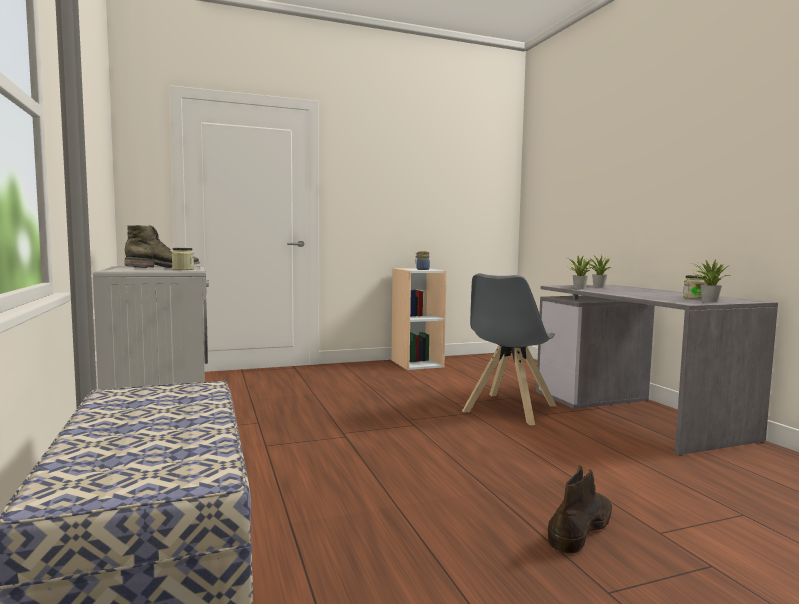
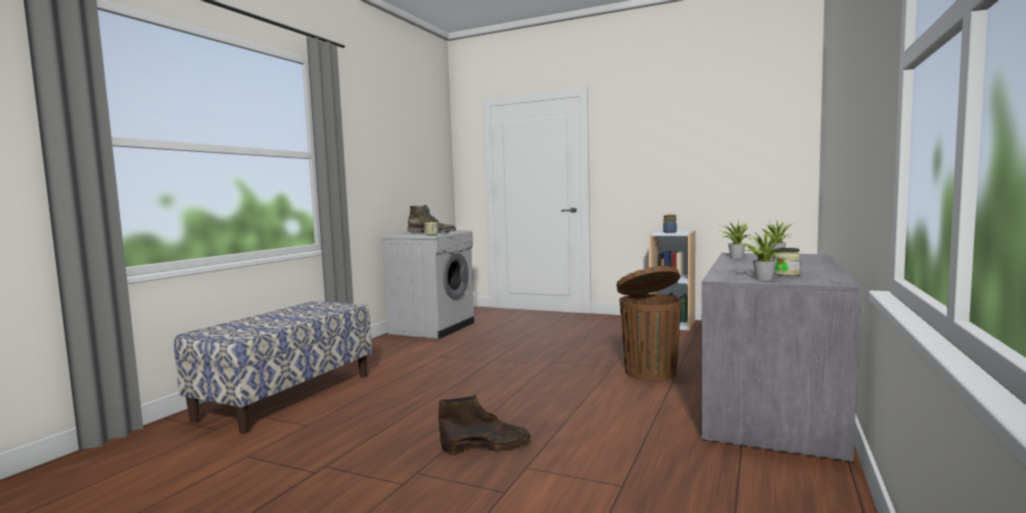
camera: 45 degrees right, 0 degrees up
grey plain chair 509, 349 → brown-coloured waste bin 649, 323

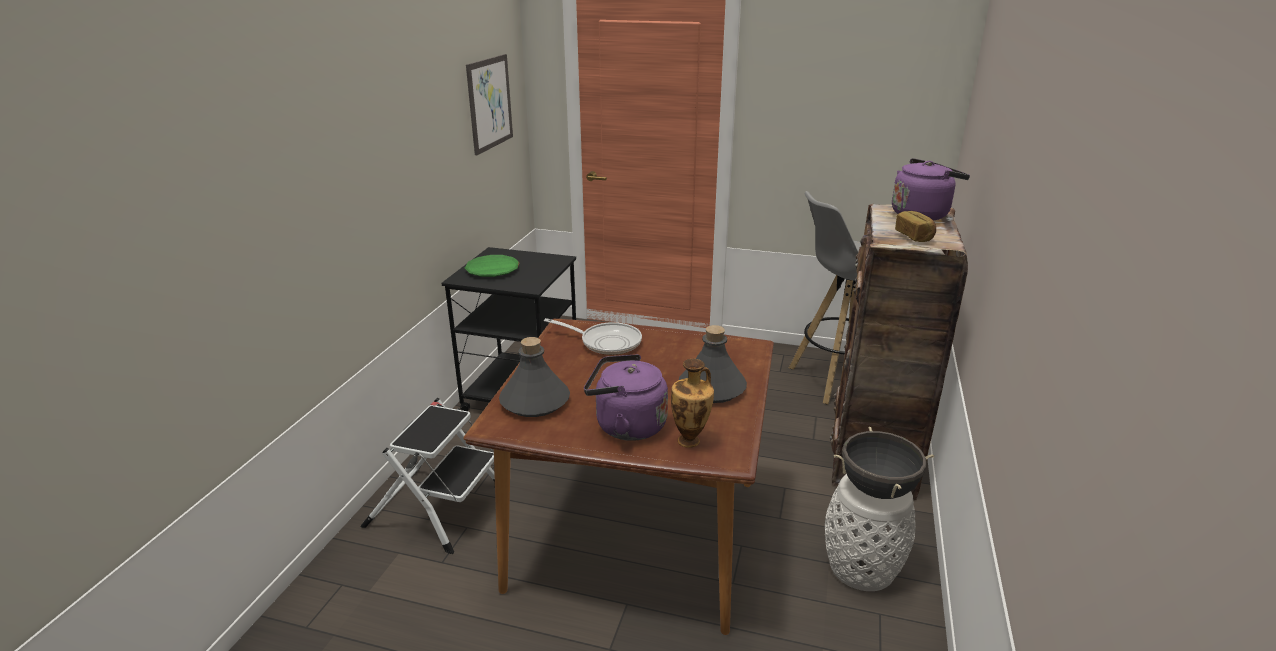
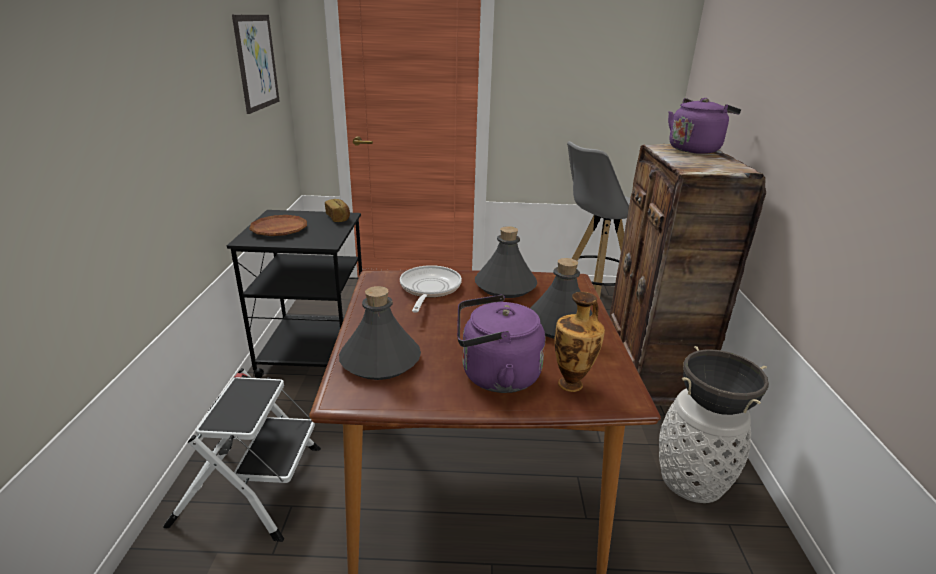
camera: 15 degrees left, 0 degrees up
baked bread 915, 226 → baked bread 337, 210, move
green plate 492, 266 → brown-coloured plate 278, 225
skillet 593, 336 → skillet 431, 289, 90 degrees counterclockwise
- → grey drink bottle 506, 262

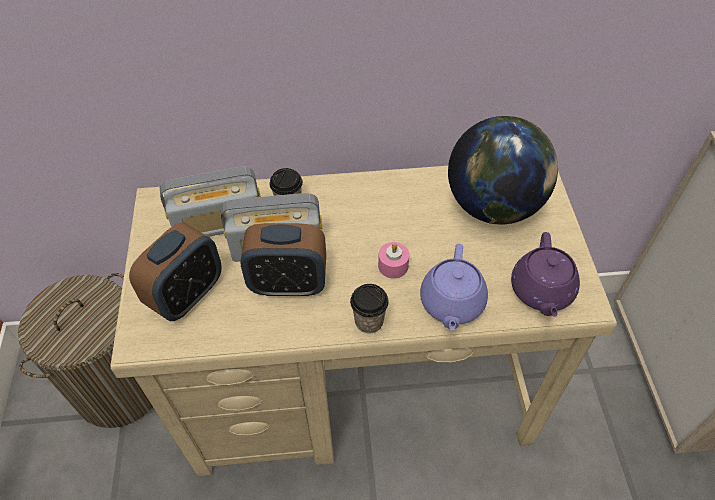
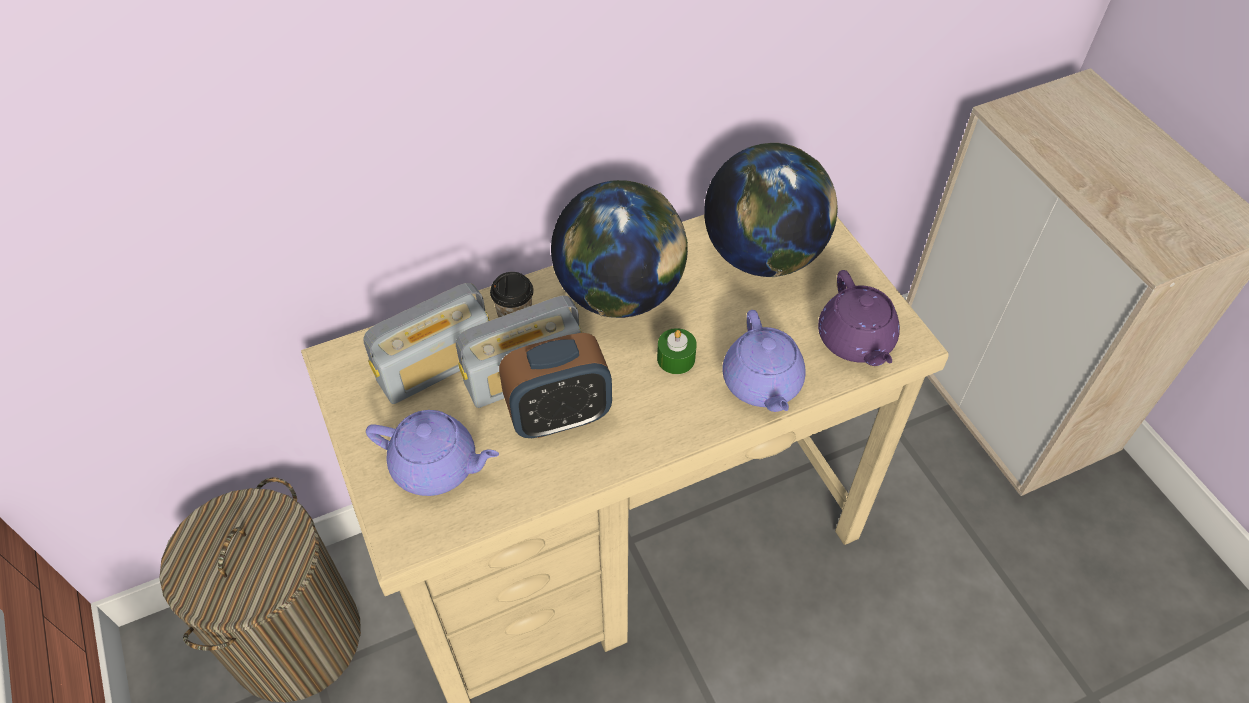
camera: 20 degrees left, 0 degrees up
alarm clock 175, 271 → purplish pot for tea 432, 453
pink-coloured wax light 393, 260 → green wax light 677, 351
drinking cup 369, 309 → -
- → desk globe 619, 249

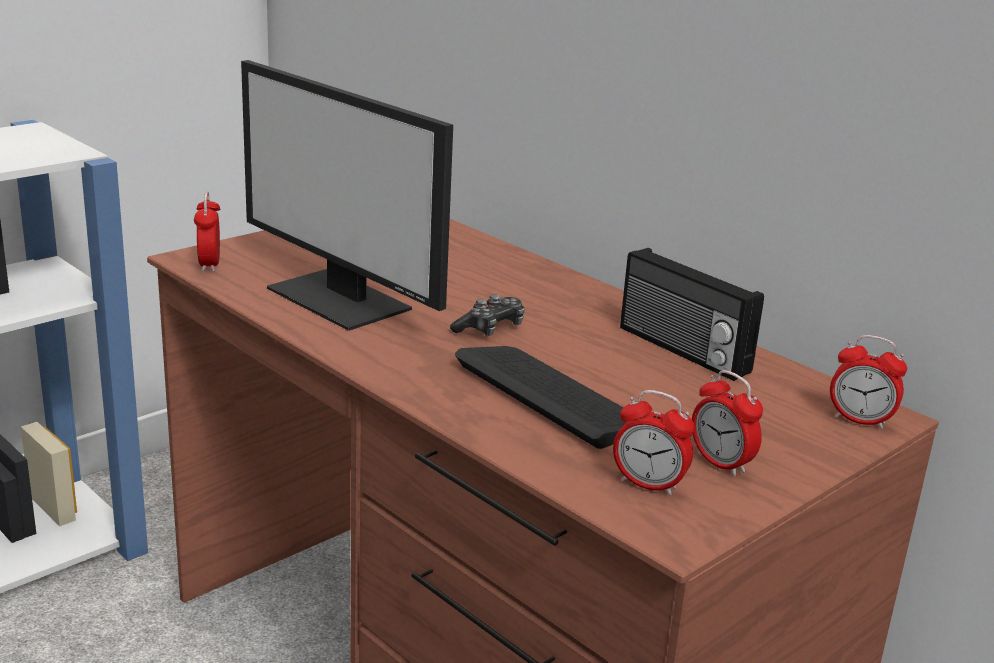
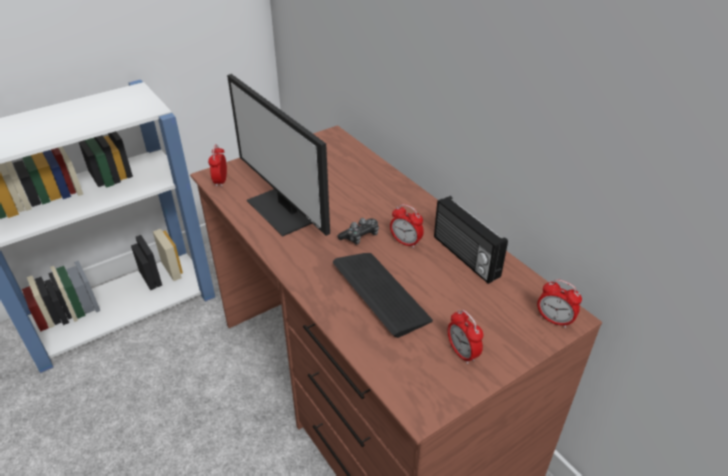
camera: 10 degrees right, 15 degrees up
alarm clock 653, 442 → alarm clock 407, 226, move

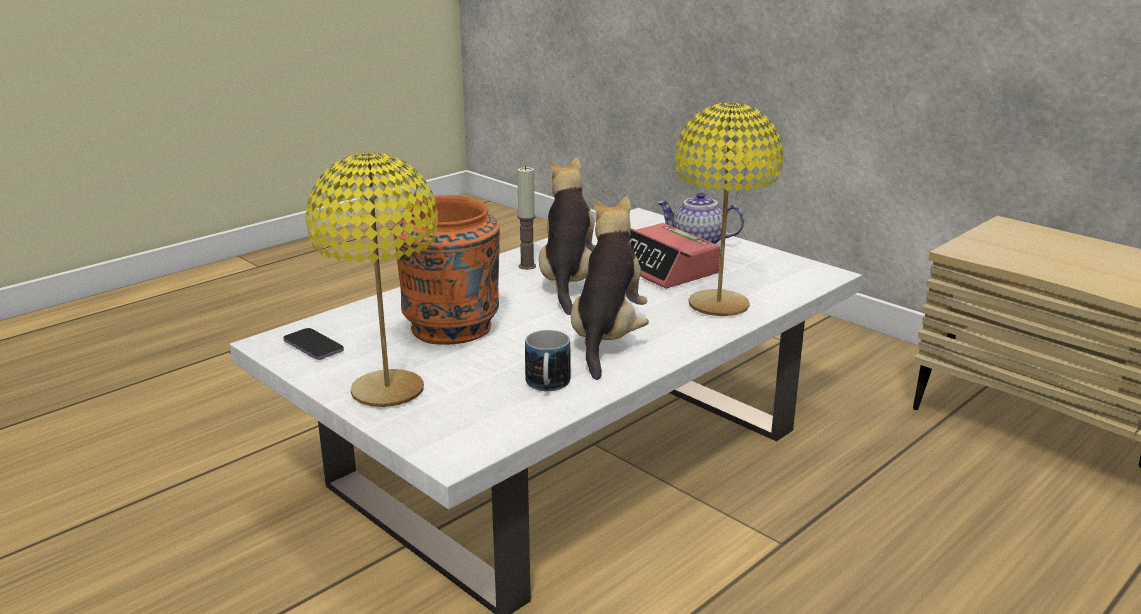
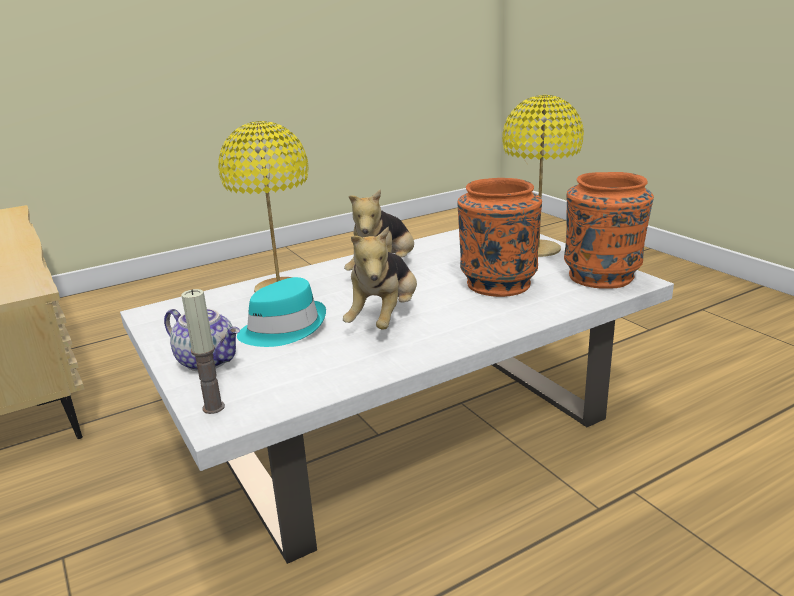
camera: 165 degrees left, 0 degrees up
wax light 526, 218 → wax light 203, 351, move
alarm clock 674, 255 → blue-green clothing hat 281, 312
telephone 313, 344 → orange vase 609, 230
mug 548, 360 → -

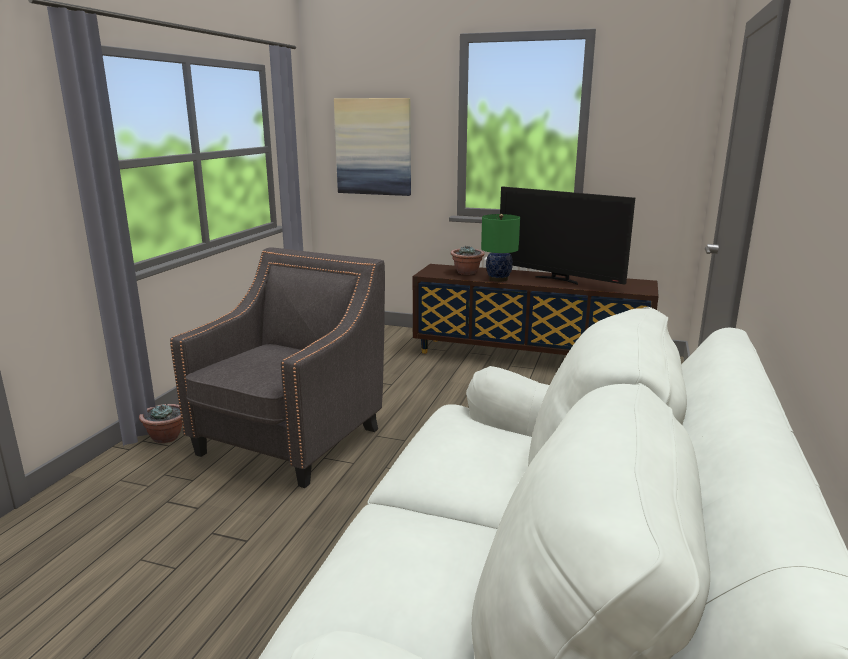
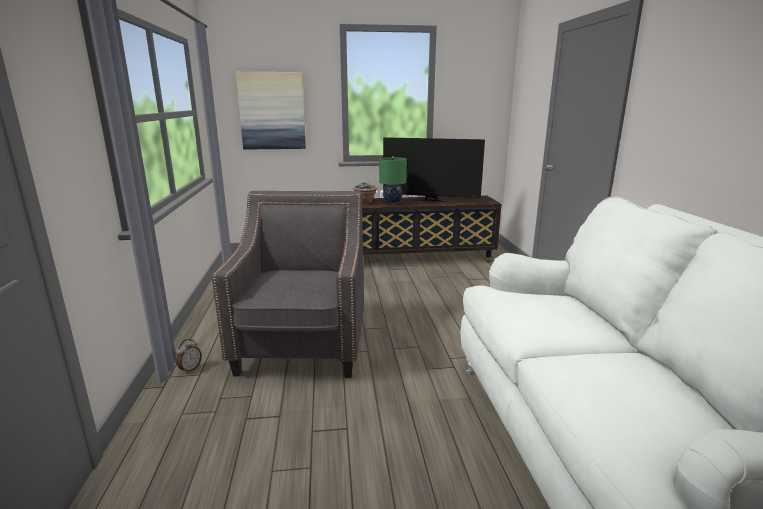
camera: 25 degrees left, 0 degrees up
houseplant 160, 423 → alarm clock 189, 356

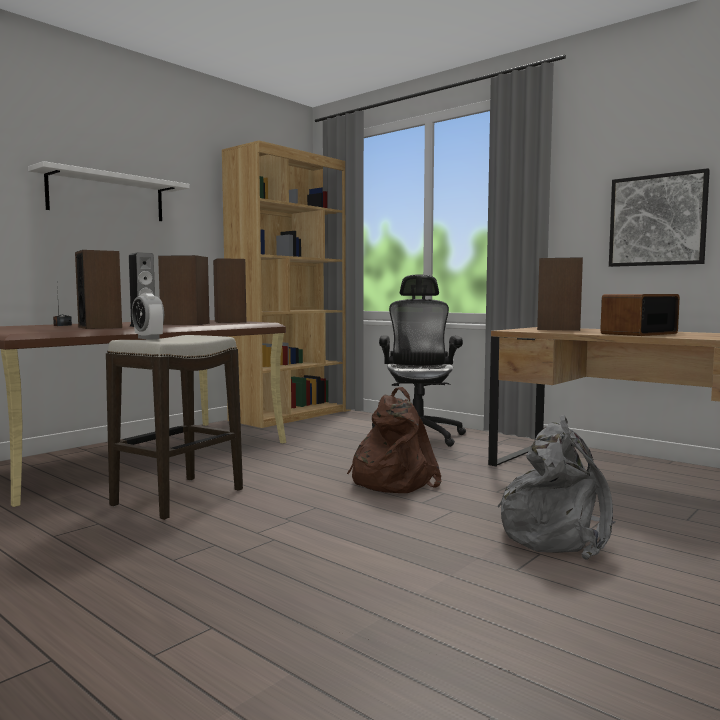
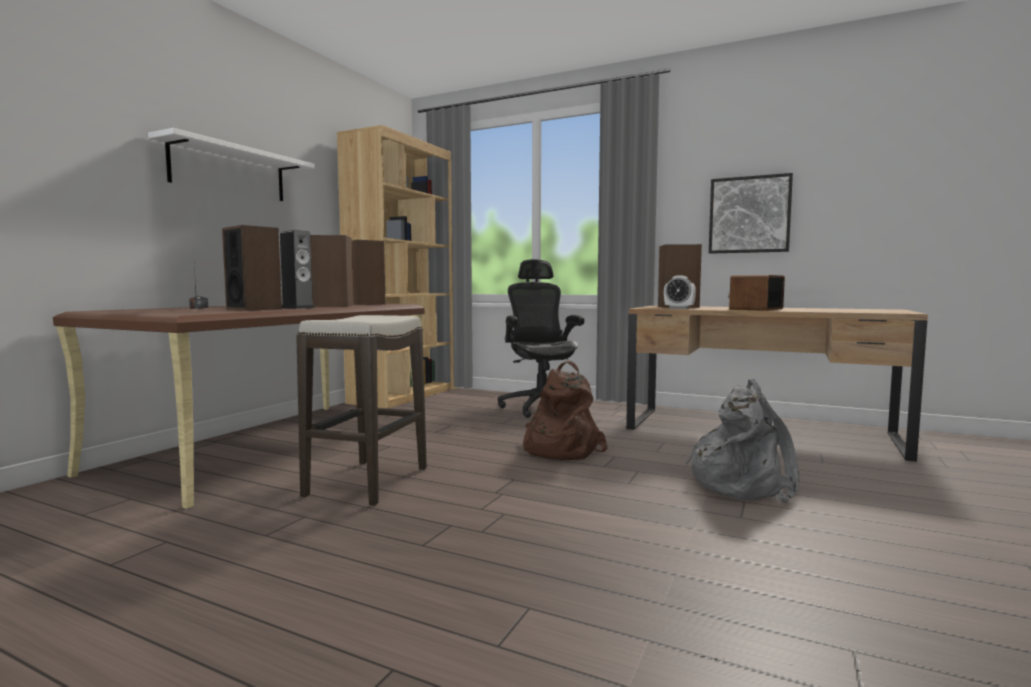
camera: 15 degrees left, 0 degrees up
alarm clock 148, 316 → alarm clock 680, 292, move

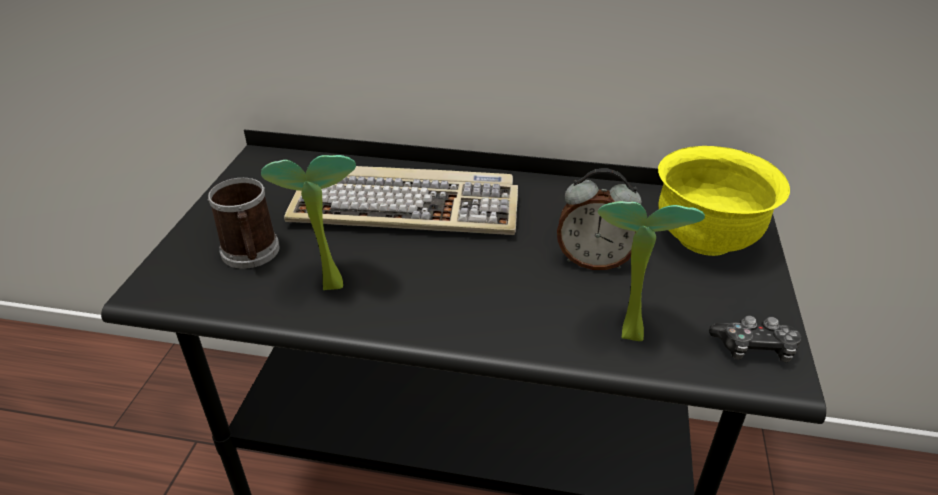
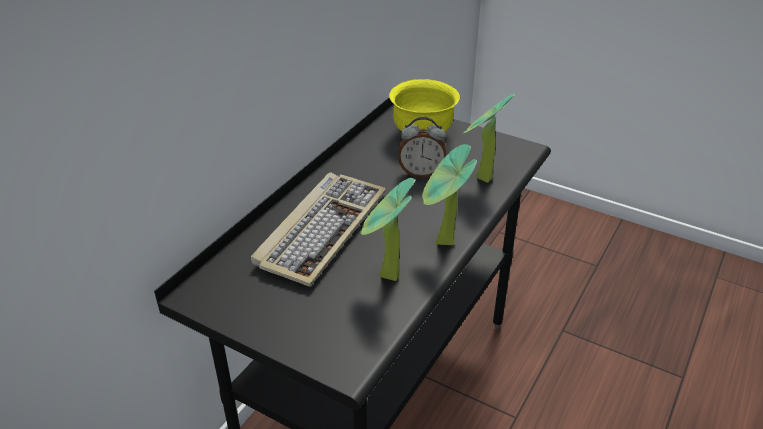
camera: 70 degrees left, 0 degrees up
alarm clock 599, 219 → alarm clock 422, 147, 60 degrees clockwise
mug 243, 223 → -
gamepad 755, 338 → -
- → houseplant 449, 194

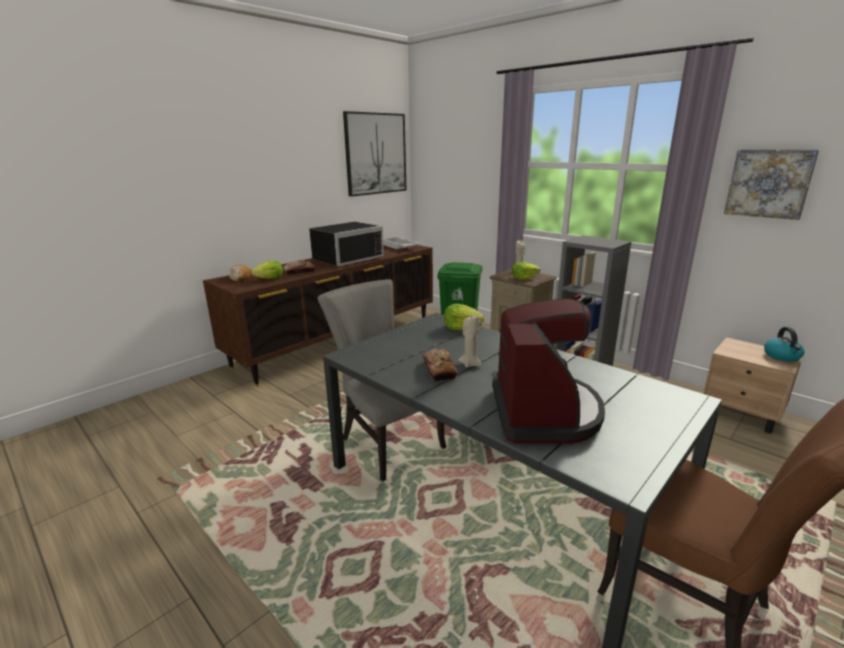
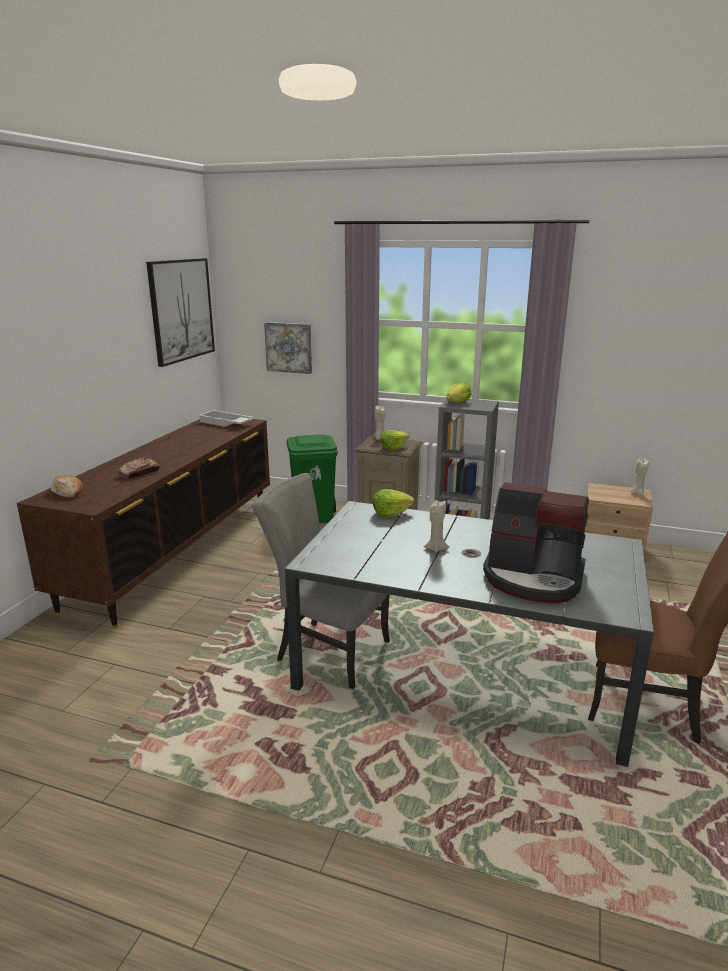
camera: 25 degrees left, 0 degrees up
wall art 771, 185 → wall art 288, 348, move
black-coloured kitchen microwave 346, 244 → -
lettuce 267, 270 → lettuce 458, 392, move
coffee machine 548, 371 → coffee machine 536, 542, 135 degrees clockwise
kettle 784, 344 → beige wax light 640, 477
baked bread 440, 364 → -

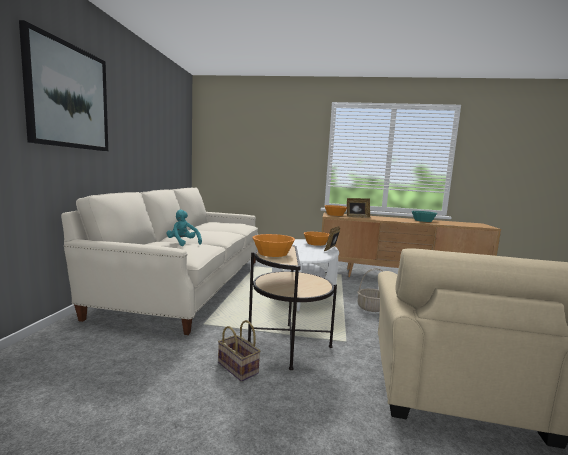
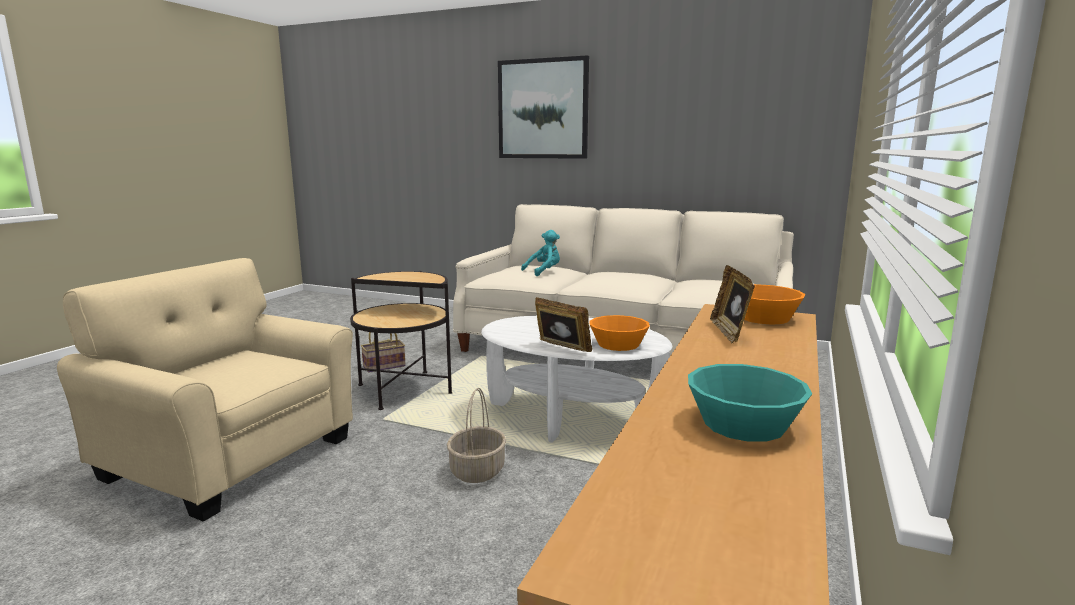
camera: 105 degrees right, 5 degrees up
orange serving bowl 273, 245 → -

